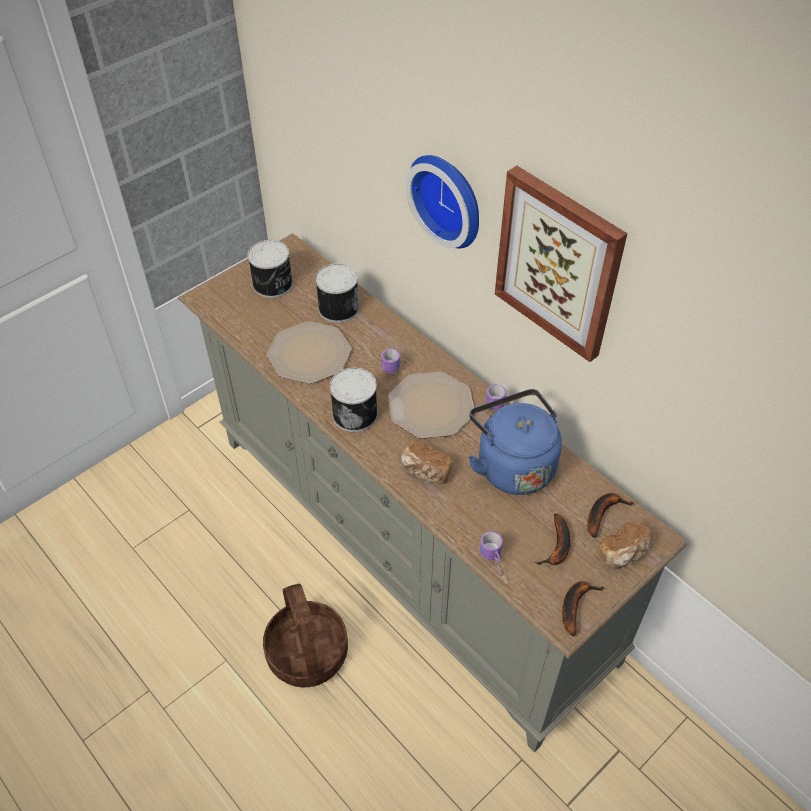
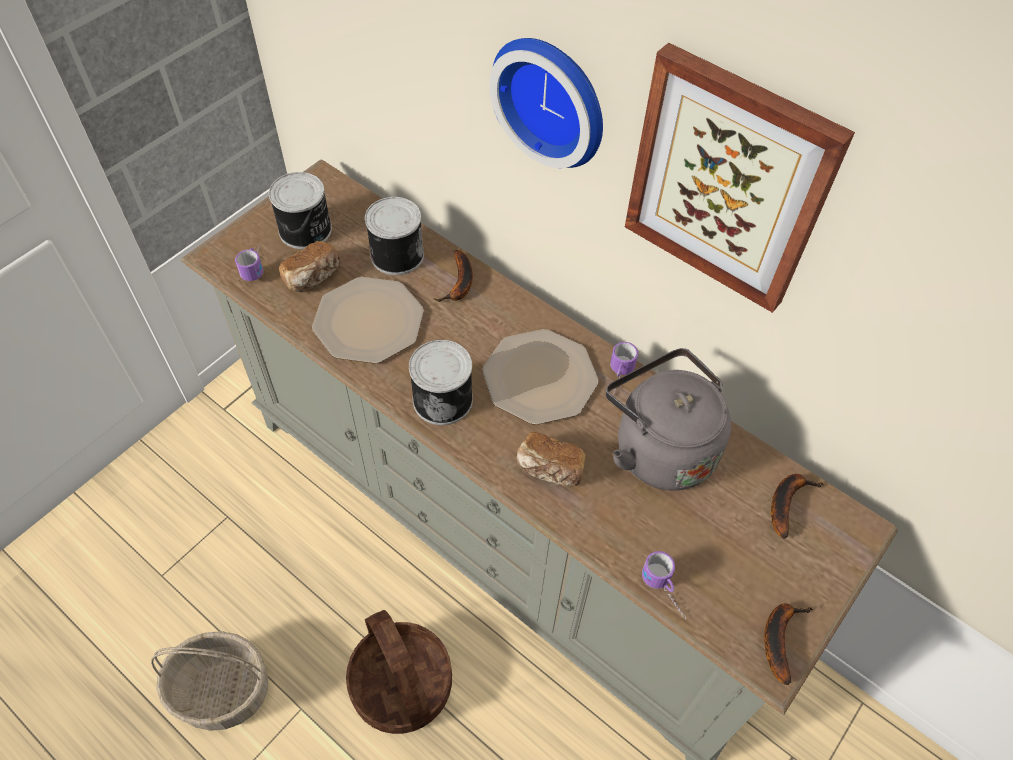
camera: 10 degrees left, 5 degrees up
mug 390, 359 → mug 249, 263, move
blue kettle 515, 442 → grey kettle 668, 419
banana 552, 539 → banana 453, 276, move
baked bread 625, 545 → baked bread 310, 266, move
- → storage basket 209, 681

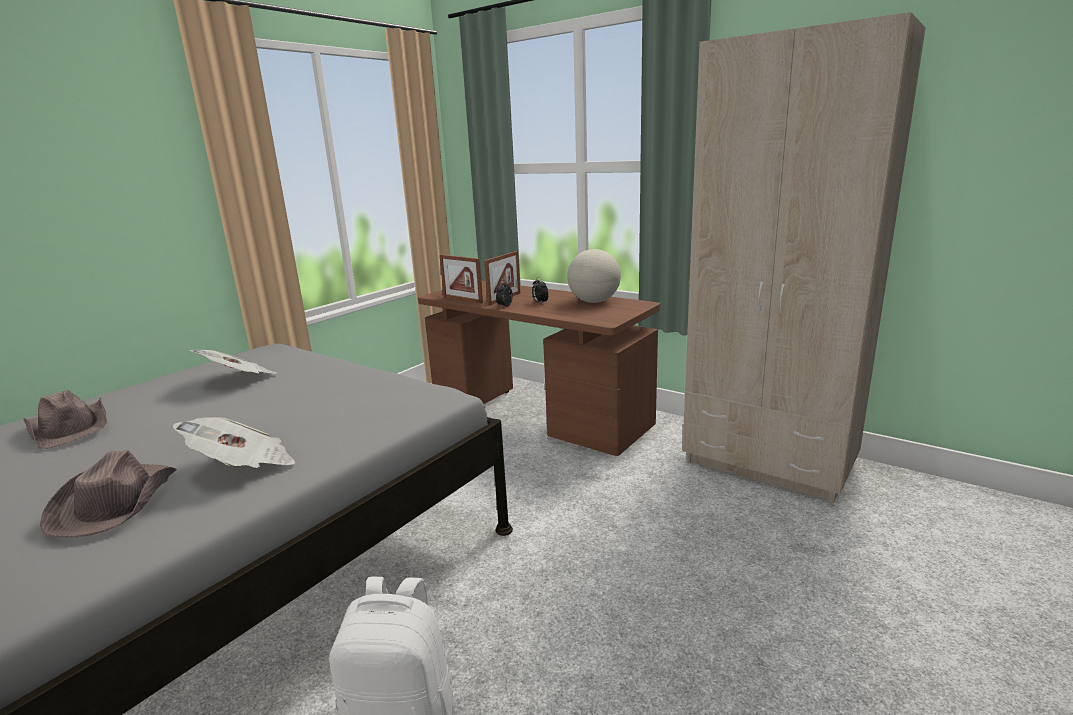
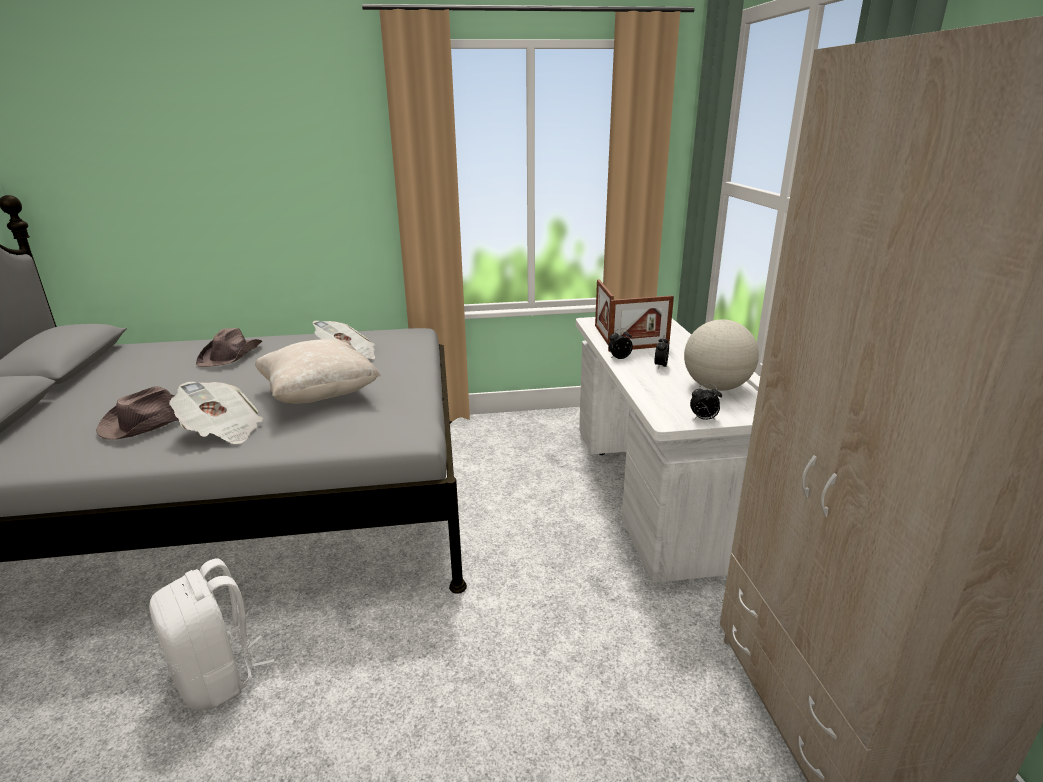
camera: 45 degrees right, 5 degrees up
brown-coloured desk table 539, 368 → white desk table 667, 450
- → beige cushion 318, 371
- → alarm clock 706, 402

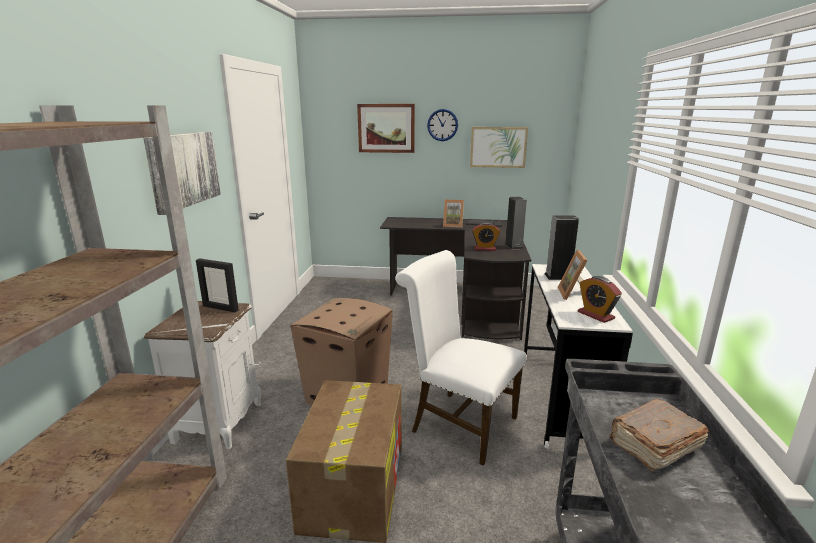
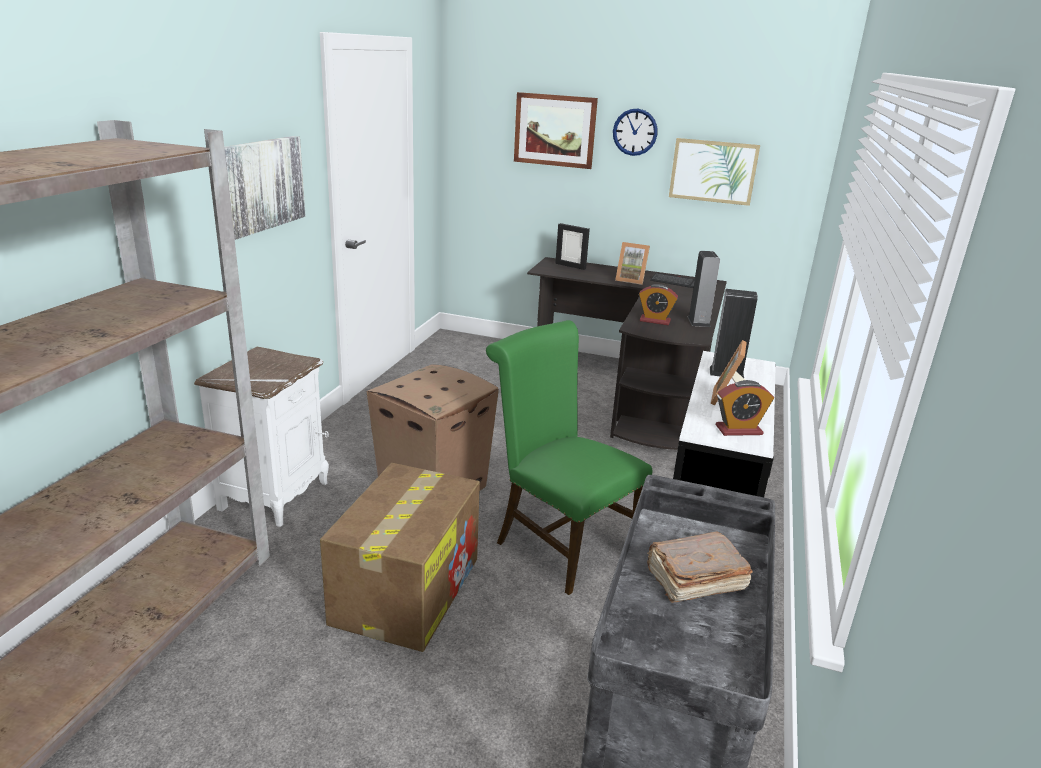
camera: 10 degrees right, 5 degrees up
white plain chair 461, 358 → green plain chair 569, 457
photo frame 217, 285 → photo frame 572, 246, move
alarm clock 600, 299 → alarm clock 745, 408, 75 degrees counterclockwise

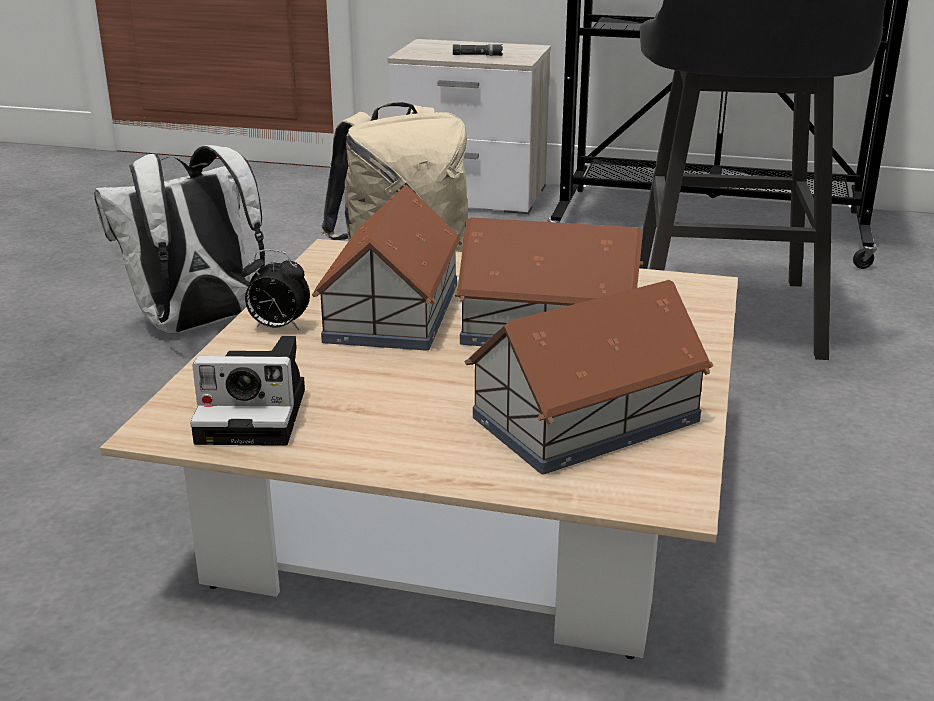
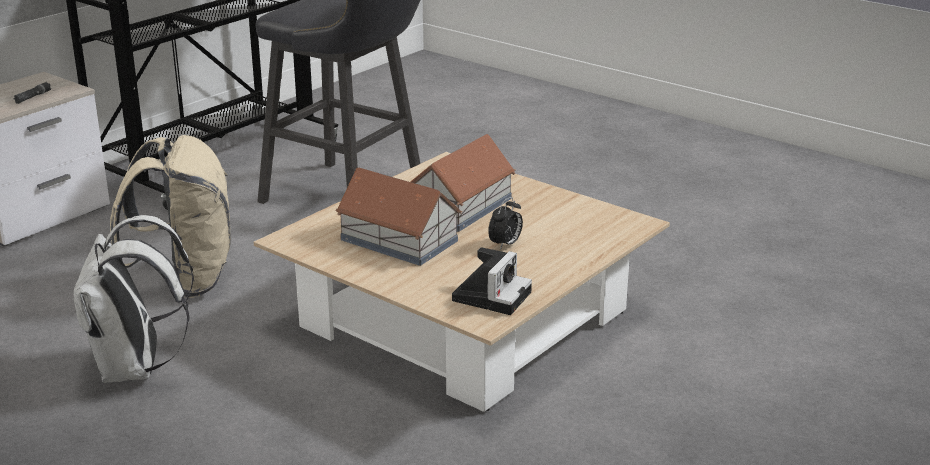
camera: 65 degrees left, 0 degrees up
alarm clock 276, 289 → alarm clock 505, 223, move
model house 589, 377 → -

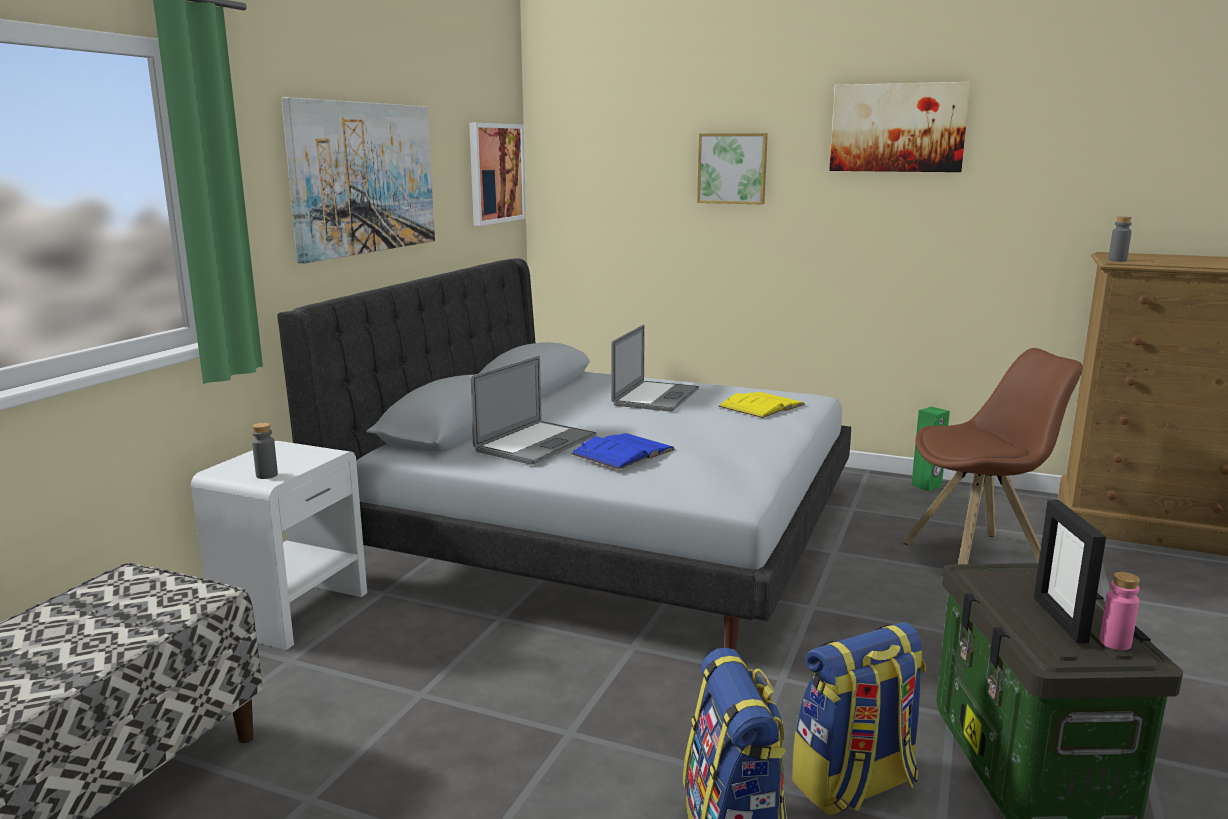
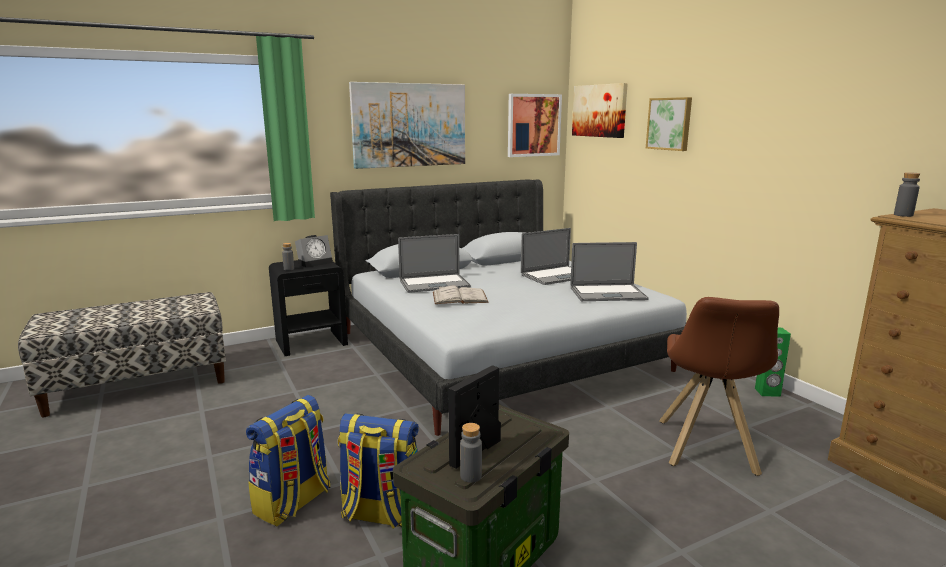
camera: 40 degrees right, 0 degrees up
wall art 900, 127 → wall art 600, 110, move
brown-coloured plain chair 992, 456 → brown-coloured plain chair 719, 386, 75 degrees clockwise
yellow-coloured bound book 761, 405 → laptop 609, 271
blue bound book 623, 451 → white bound book 461, 294
white night table 279, 545 → black-coloured night table 308, 308
pink-coloured drink bottle 1120, 611 → grey drink bottle 471, 453
- → alarm clock 314, 251

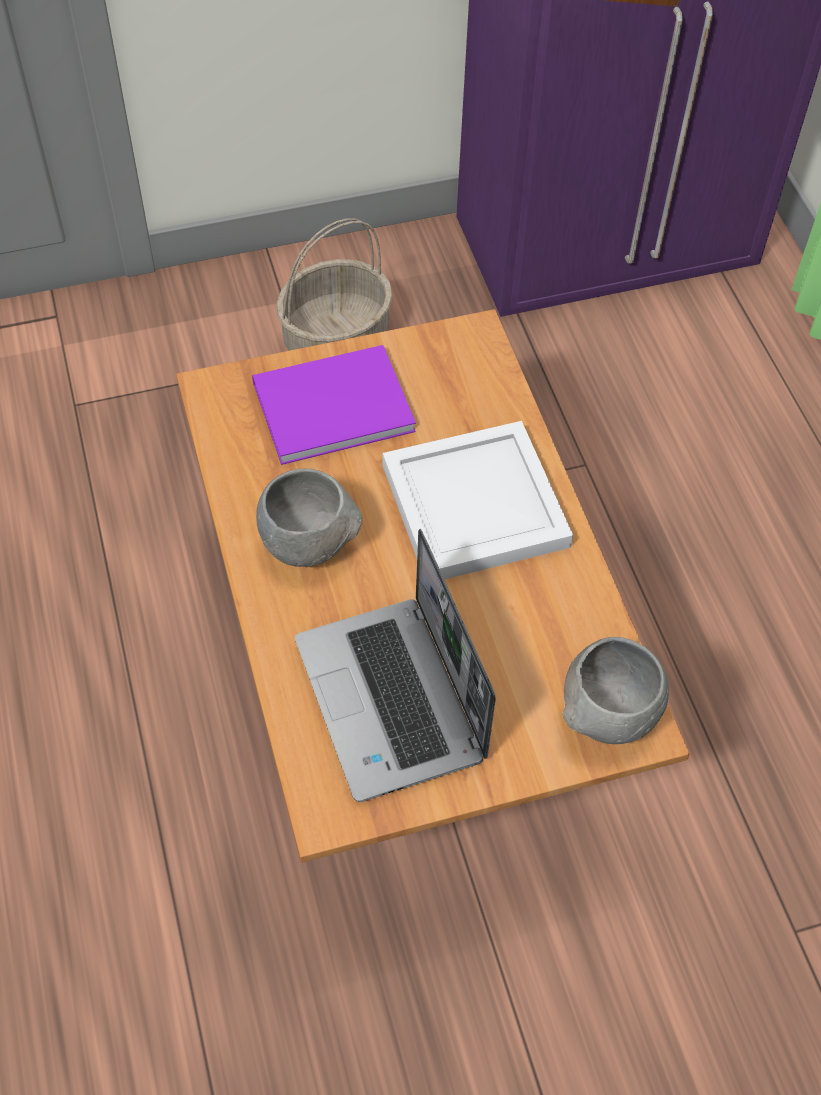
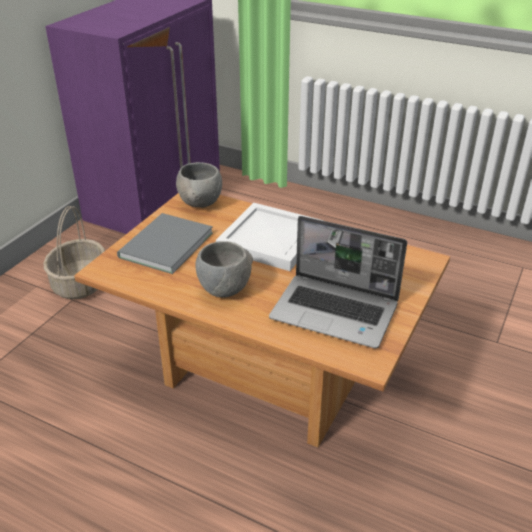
camera: 45 degrees left, 20 degrees down
purplish bound book 334, 405 → grey bound book 165, 243
grey serving bowl 615, 690 → grey serving bowl 199, 185, move

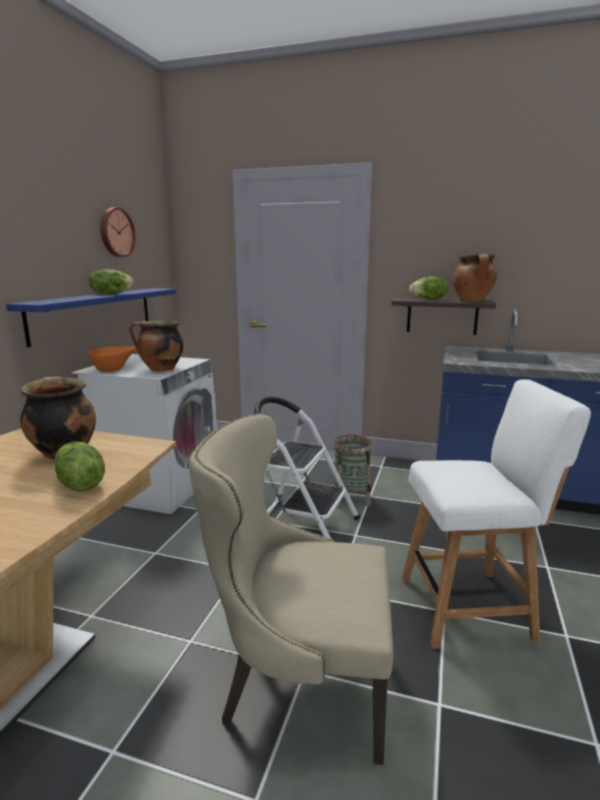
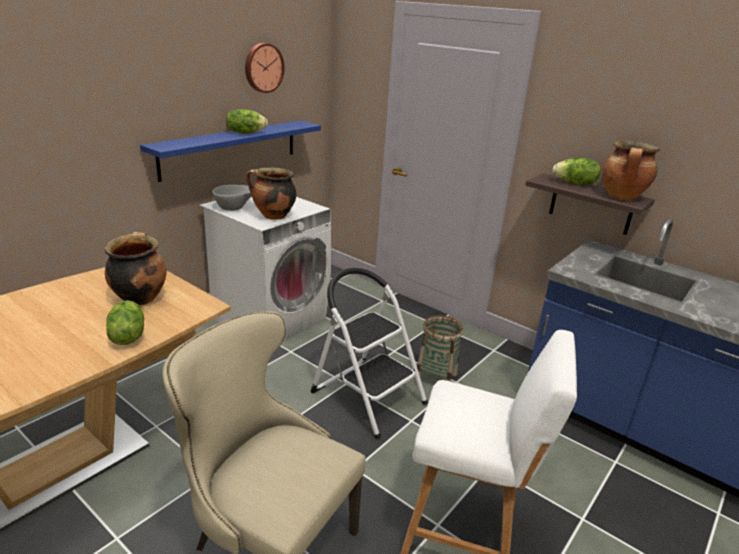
camera: 20 degrees right, 10 degrees up
orange serving bowl 112, 359 → grey serving bowl 232, 198

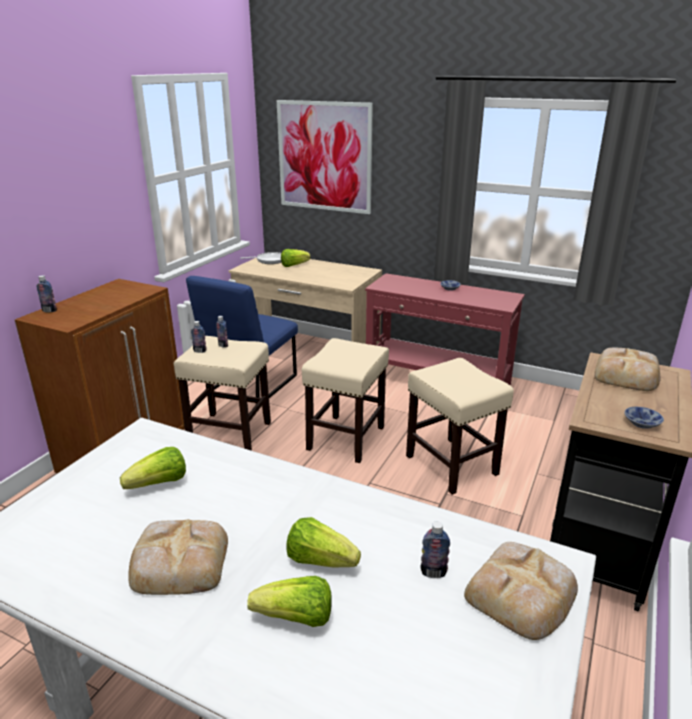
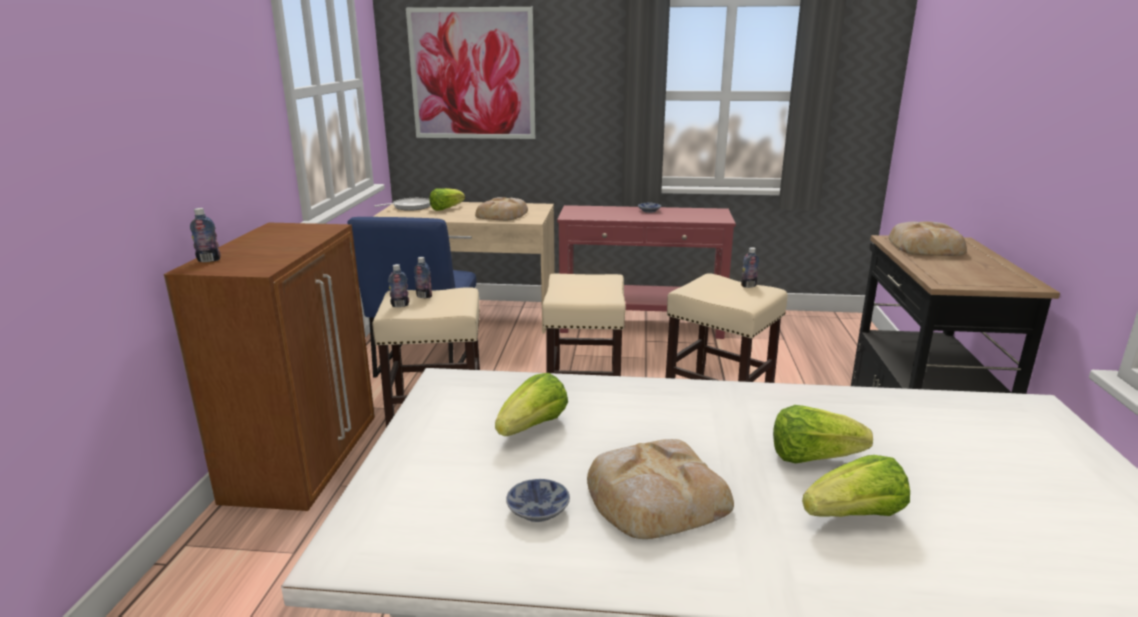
camera: 20 degrees left, 5 degrees down
serving bowl 644, 418 → serving bowl 538, 500, move
drink bottle 435, 549 → drink bottle 750, 267, move
baked bread 521, 591 → baked bread 501, 209, move

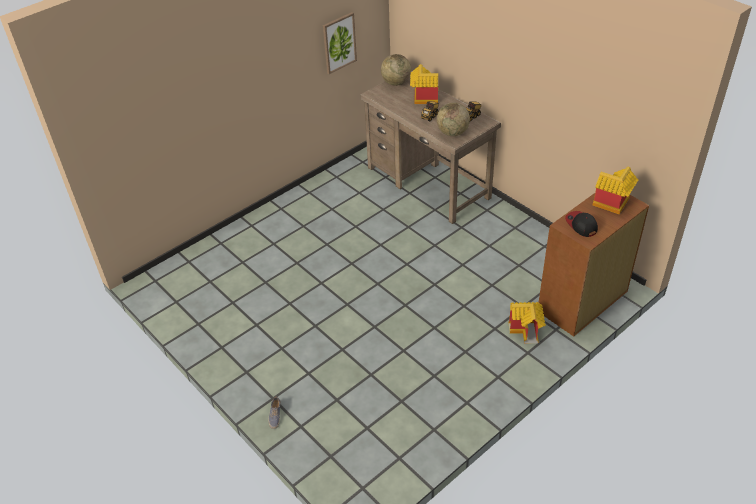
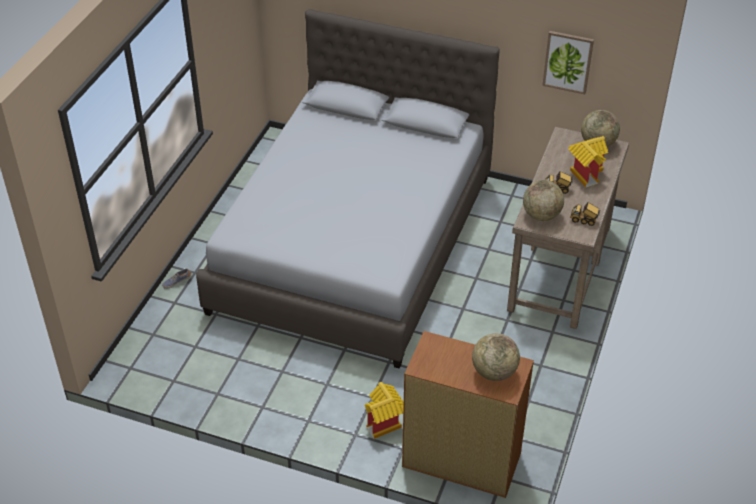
camera: 60 degrees right, 0 degrees up
model house 615, 191 → desk globe 496, 357
cap 581, 224 → -
- → grey bedroom bed 348, 189

